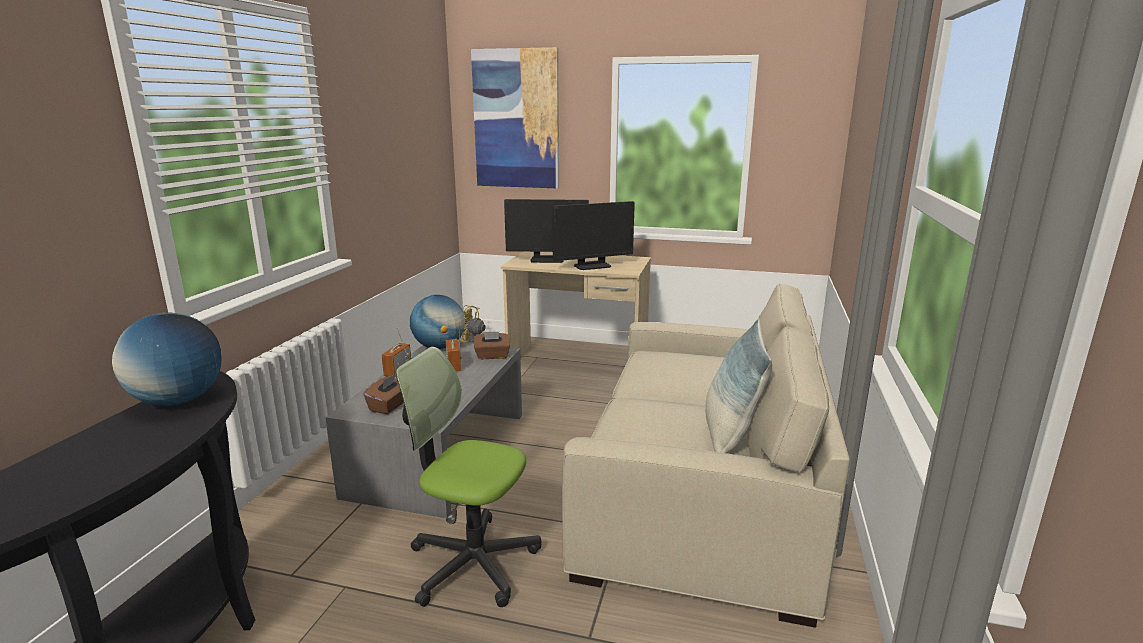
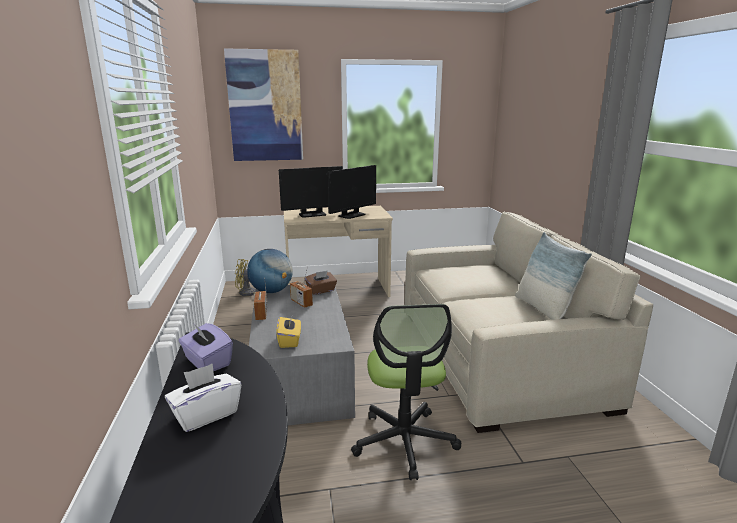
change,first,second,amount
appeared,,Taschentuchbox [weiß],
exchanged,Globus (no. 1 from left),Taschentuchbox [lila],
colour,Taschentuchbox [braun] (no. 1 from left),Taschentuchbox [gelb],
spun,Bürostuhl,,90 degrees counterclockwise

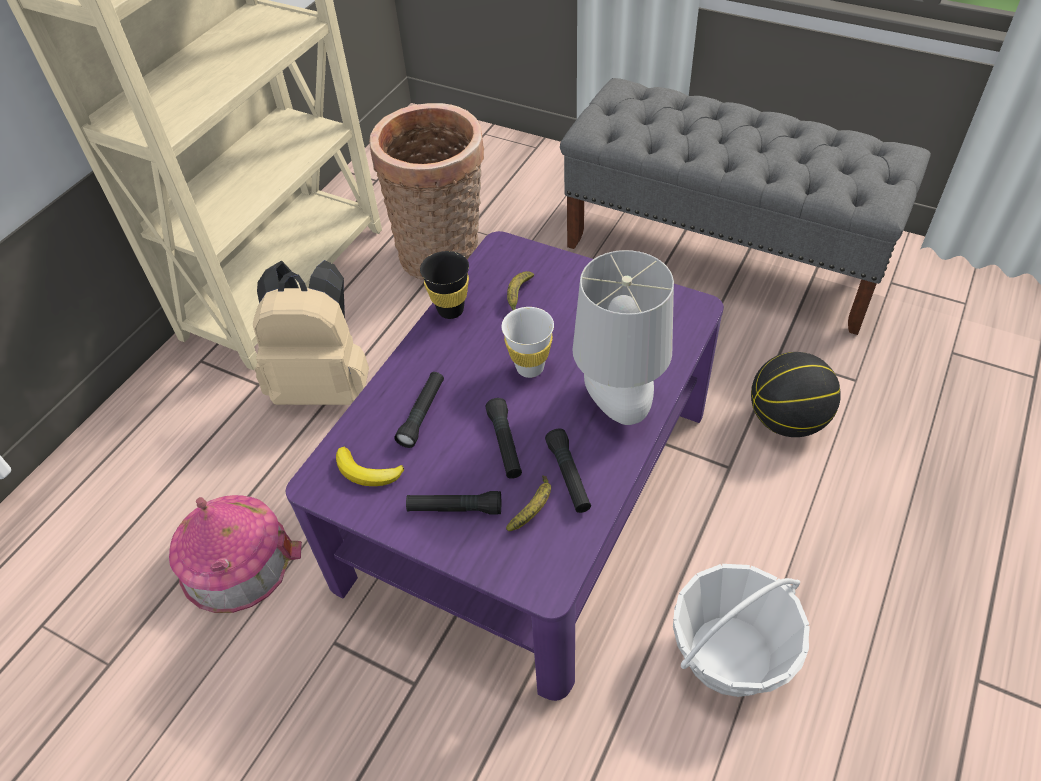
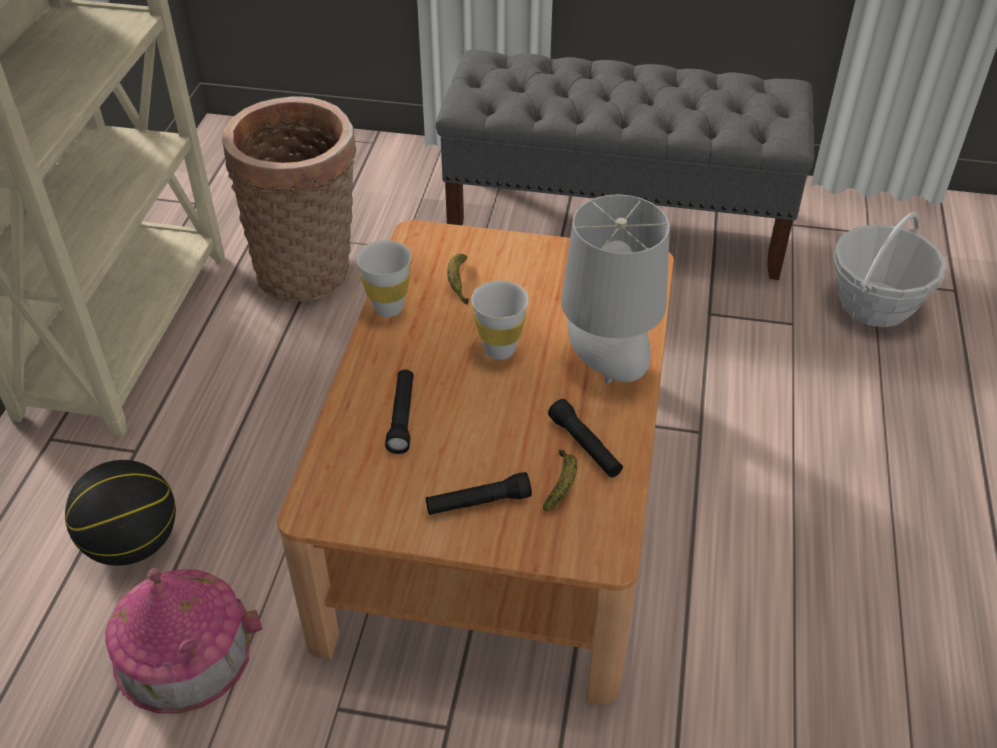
change,first,second,amount
missing,Rucksack [beige],,
missing,Banane (no. 1 from left),,
missing,Taschenlampe [schwarz] (no. 3 from left),,
relocated,Korb (no. 2 from left),,
relocated,Basketball,,
colour,Couchtisch [lila],Couchtisch [braun],
colour,Tasse [schwarz],Tasse [weiß] (no. 1 from left),

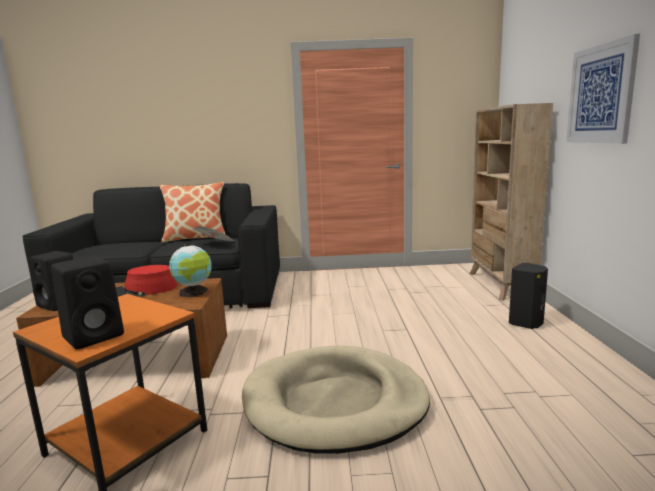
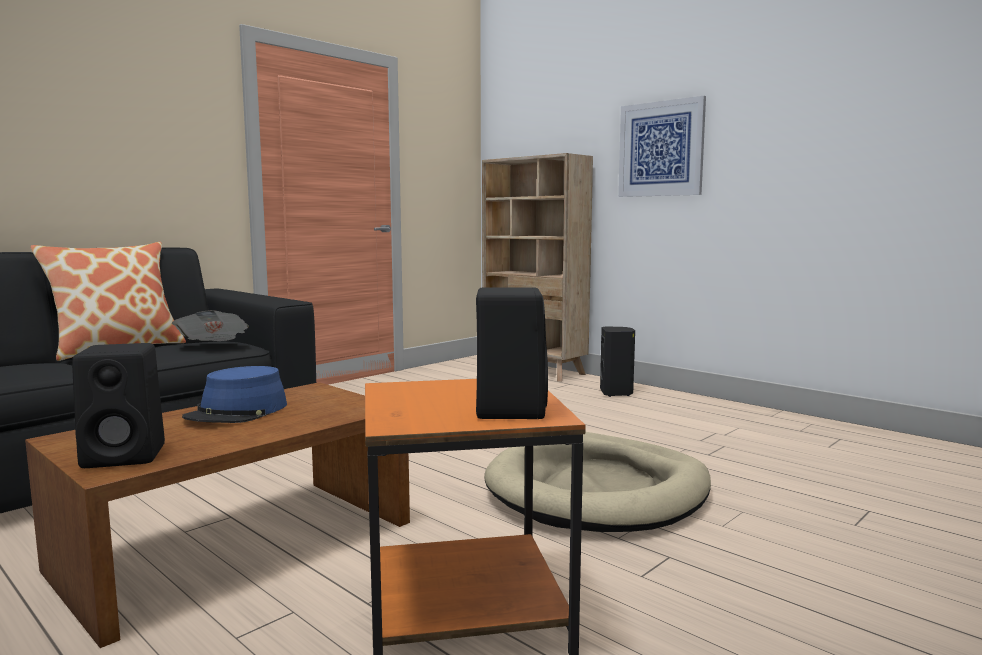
change,first,second,amount
missing,Globus,,
colour,Hut [rot],Hut [blau],

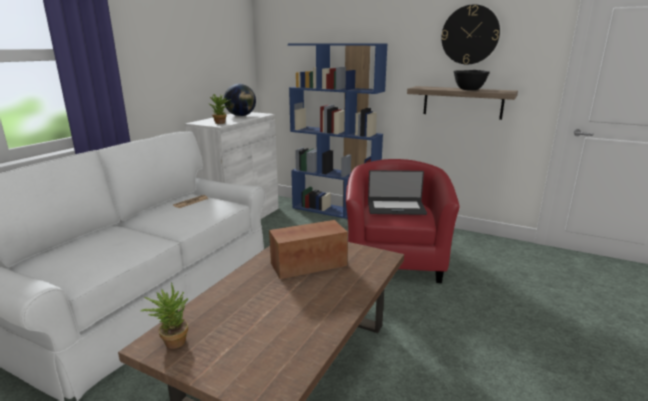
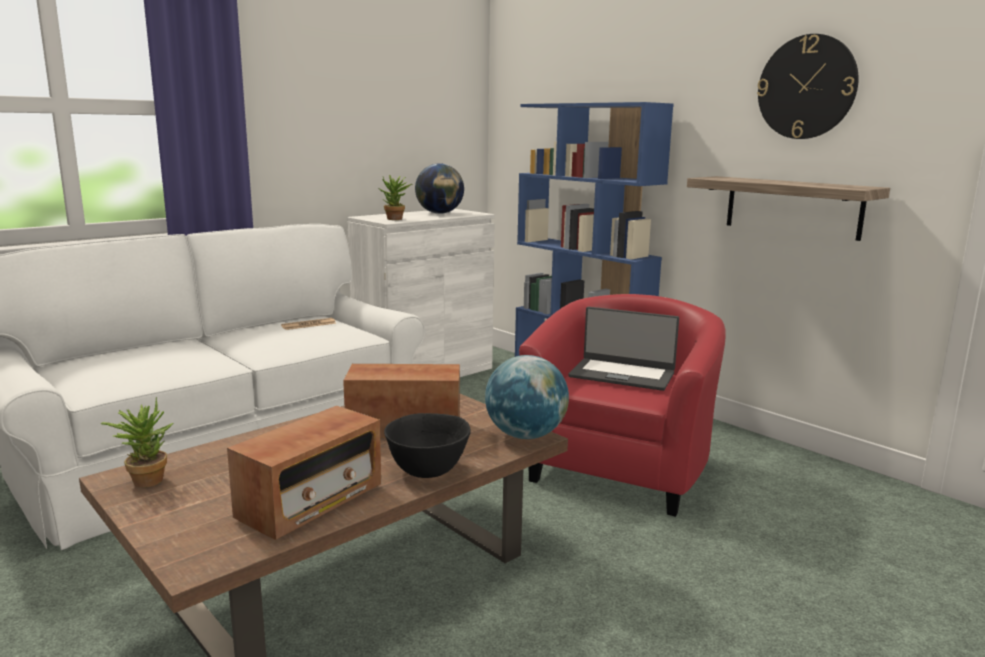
change,first,second,amount
appeared,,Radio (no. 1 from left),
appeared,,Globus (no. 2 from left),
relocated,Schüssel [schwarz],,

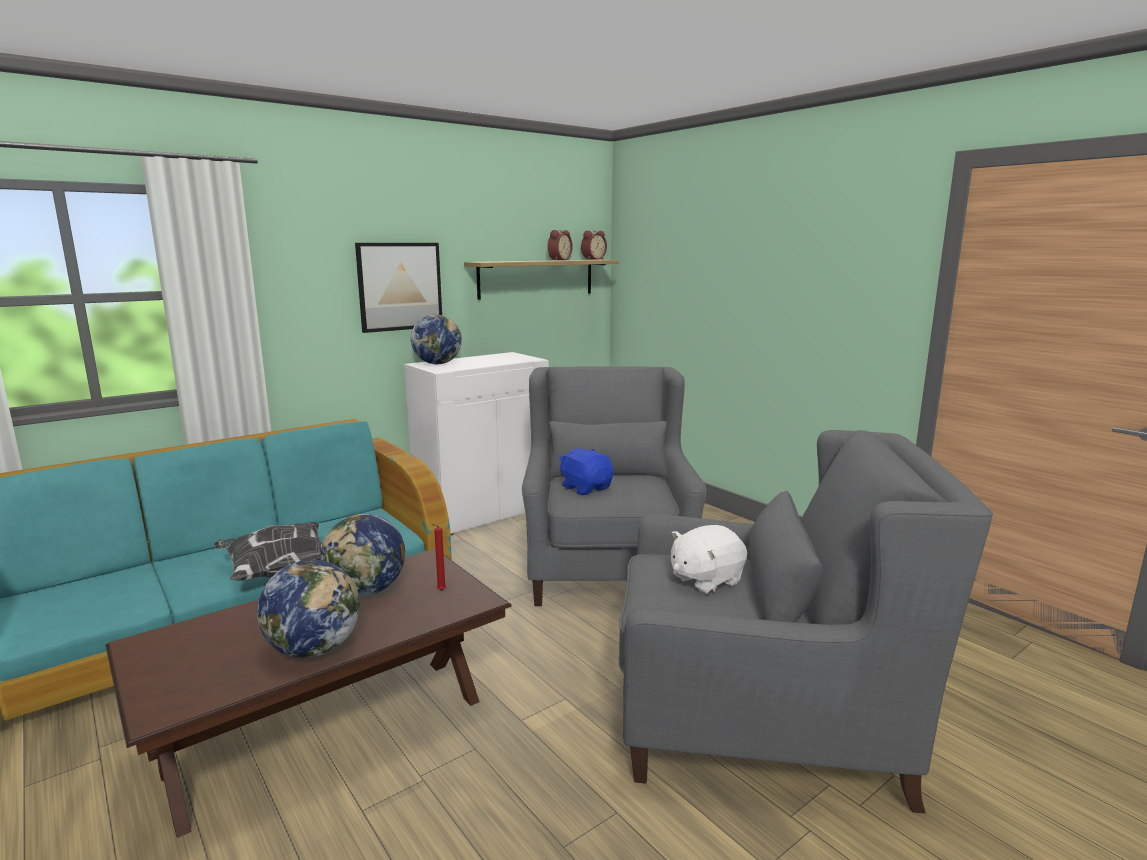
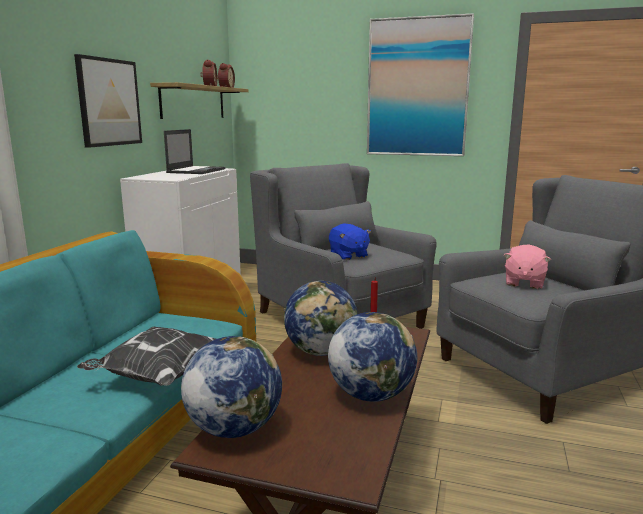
change,first,second,amount
appeared,,Laptop,
appeared,,Bild (no. 2 from left),
relocated,Globus (no. 3 from left in the first image),Globus (no. 1 from left),
colour,Plüschtier [weiß],Plüschtier [rosa],
spun,Plüschtier [blau],,135 degrees counterclockwise

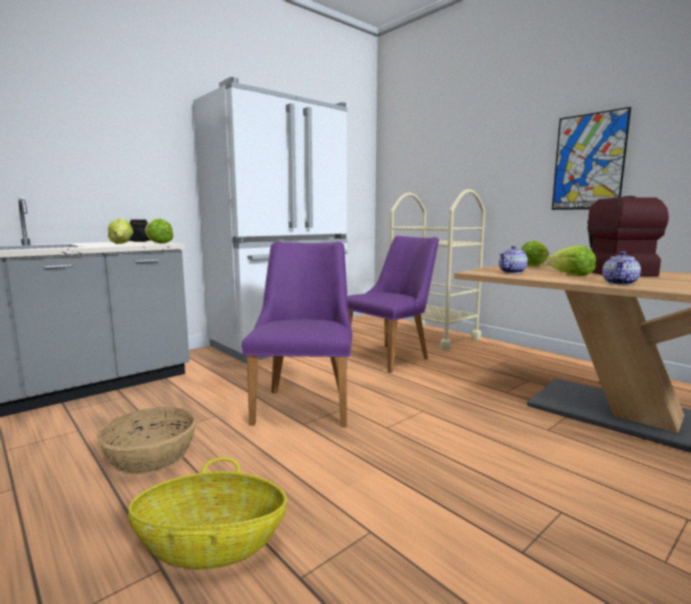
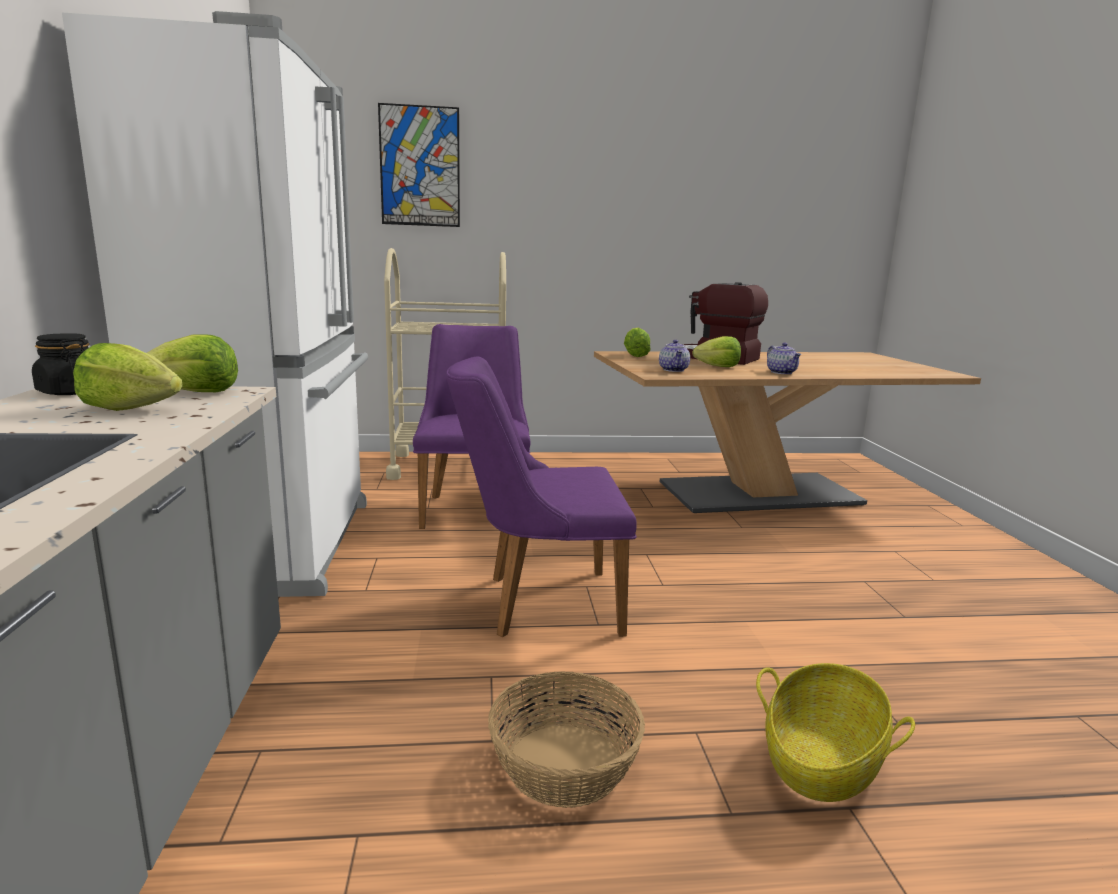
change,first,second,amount
relocated,Bild,,
spun,Stuhl [lila] (no. 1 from left in the first image),Stuhl [lila] (no. 2 from left),45 degrees counterclockwise

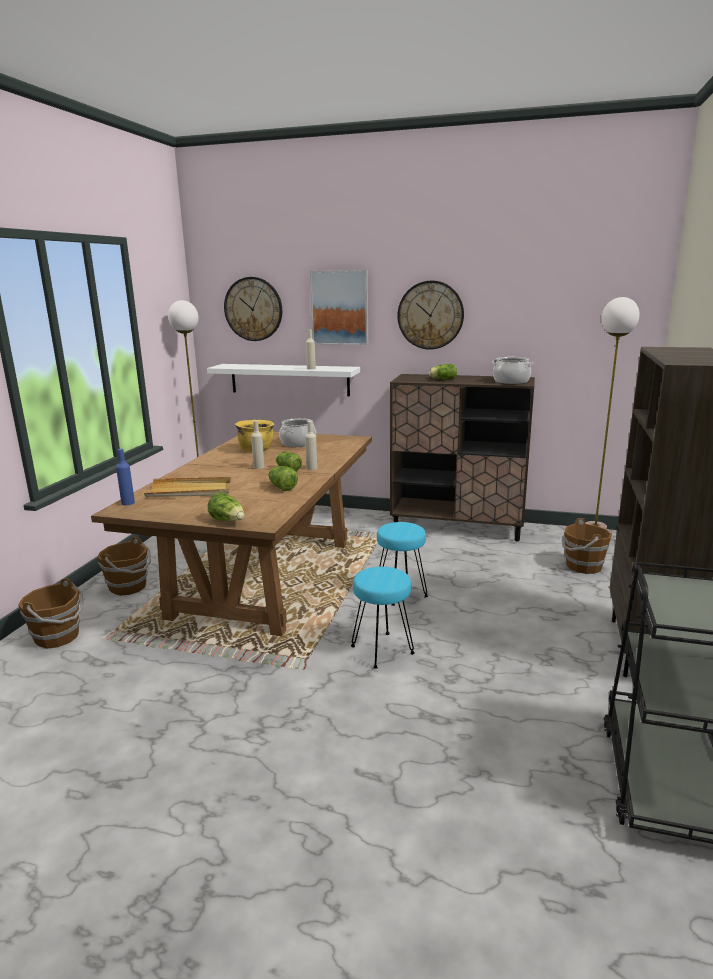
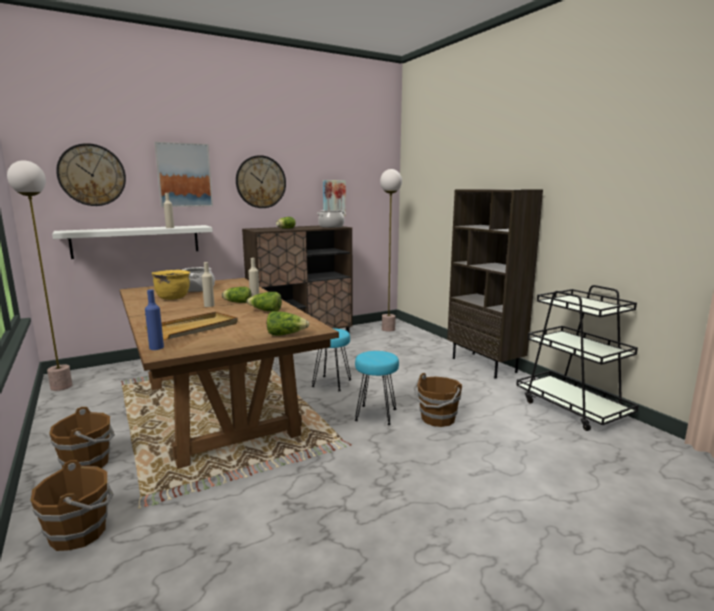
change,first,second,amount
appeared,,Bild (no. 2 from left),
relocated,Eimer [braun] (no. 3 from left),,

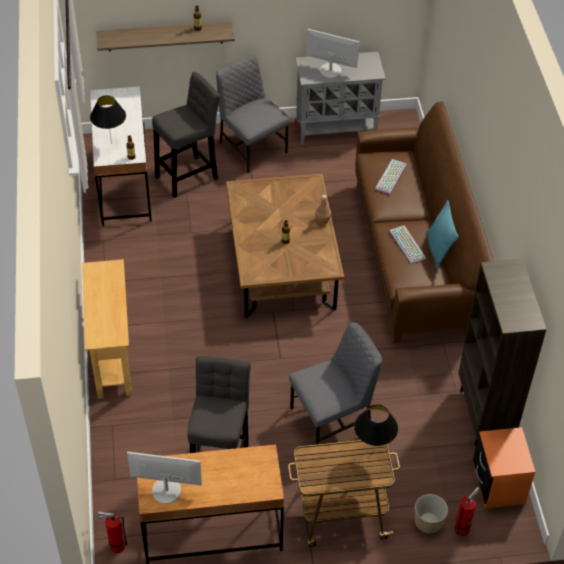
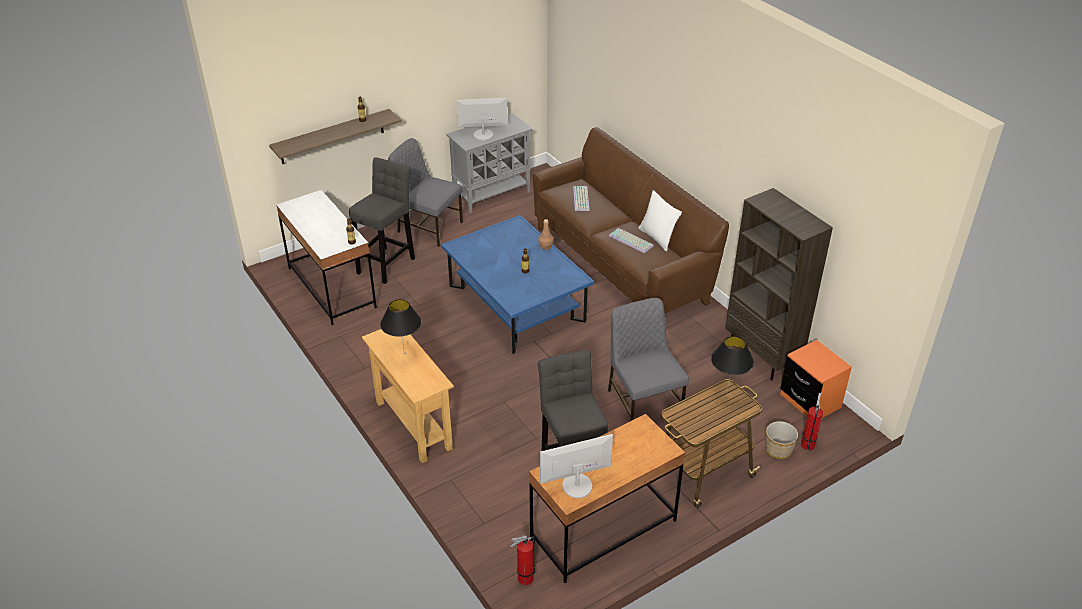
change,first,second,amount
relocated,Tischlampe [schwarz] (no. 1 from left),,
colour,Couchtisch [braun],Couchtisch [blau],
colour,Kissen [türkis],Kissen [weiß],
spun,Stuhl [grau] (no. 2 from left),,60 degrees counterclockwise

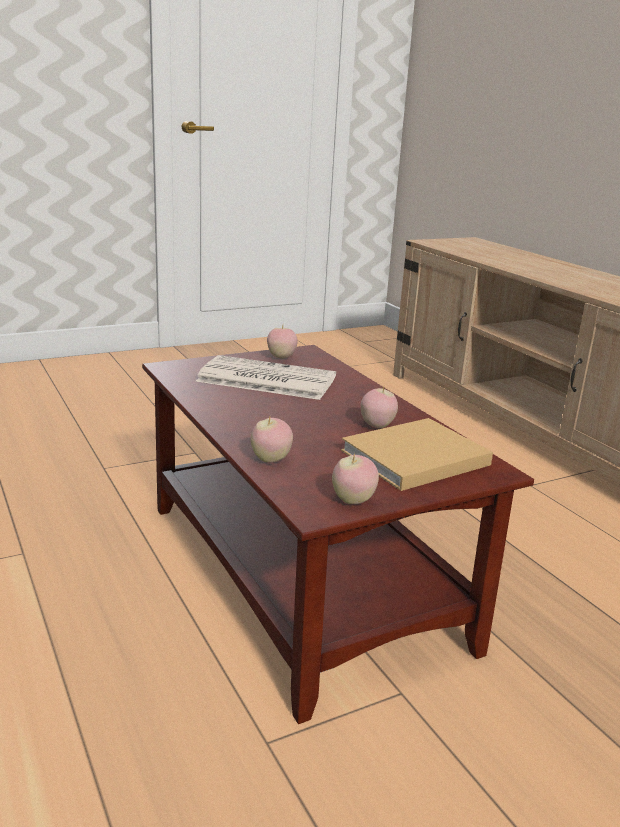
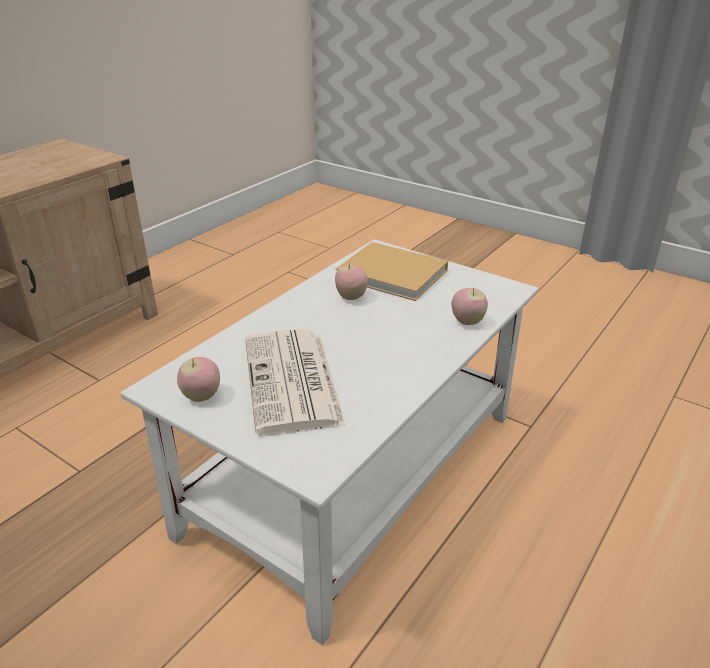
change,first,second,amount
missing,Apfel (no. 3 from left),,
colour,Couchtisch [braun],Couchtisch [weiß],

